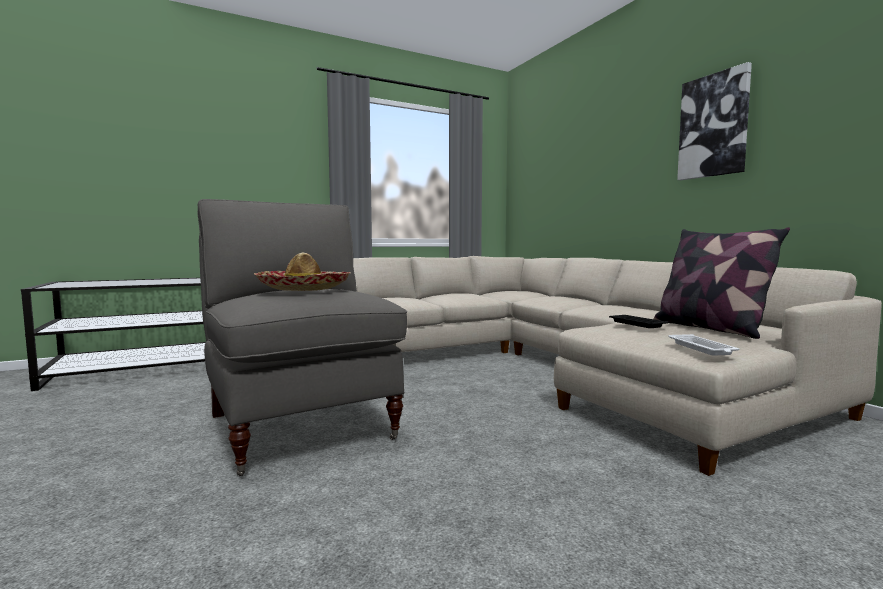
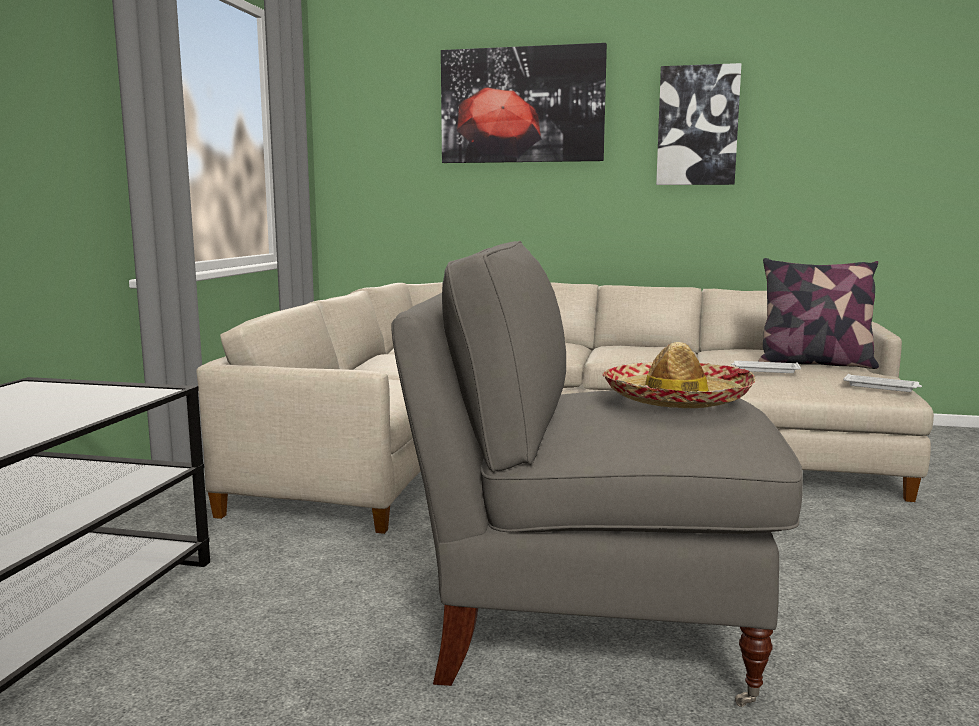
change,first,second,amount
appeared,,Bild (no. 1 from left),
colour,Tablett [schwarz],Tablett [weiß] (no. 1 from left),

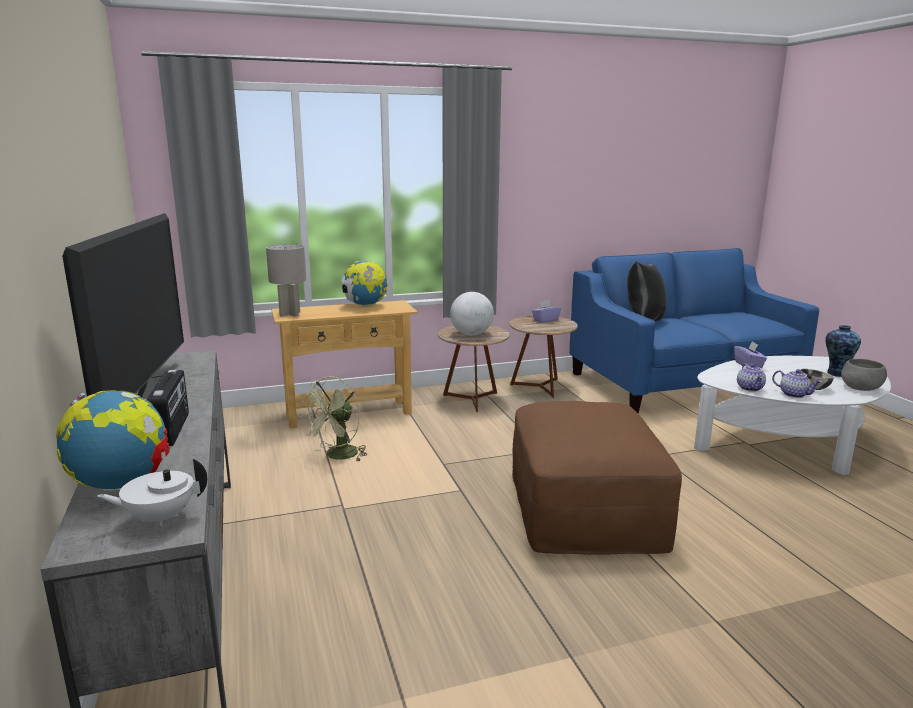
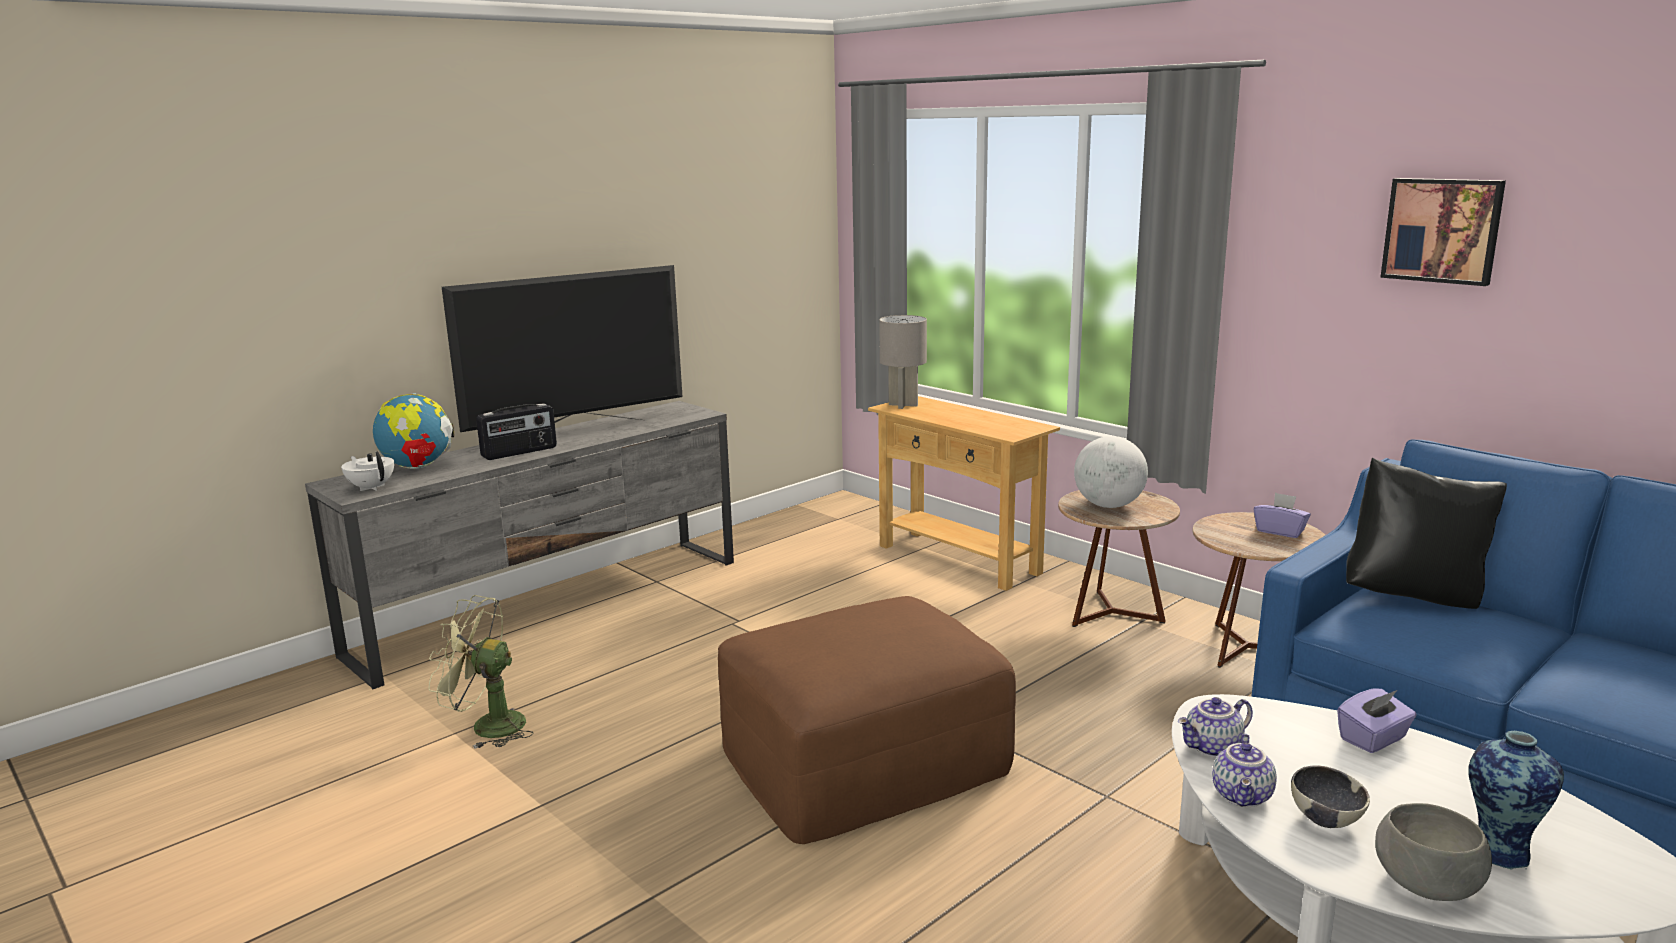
change,first,second,amount
missing,Globus (no. 2 from left),,
appeared,,Bild,
relocated,Ventilator [grün],,

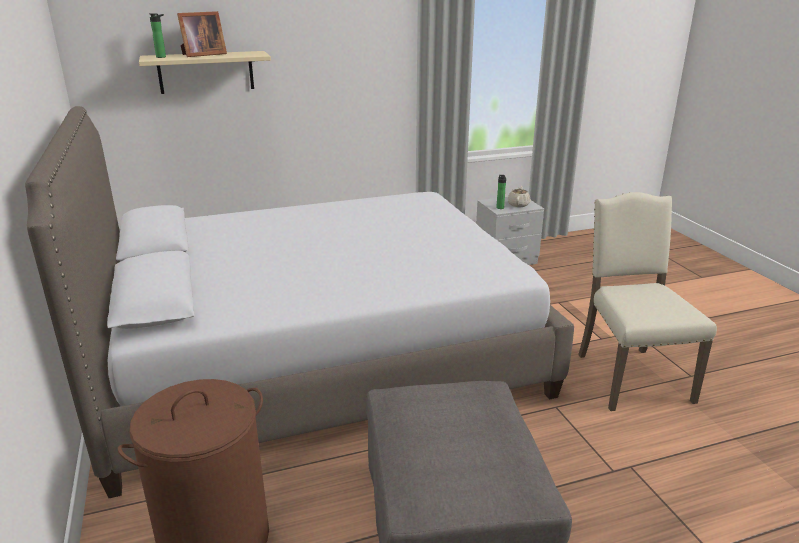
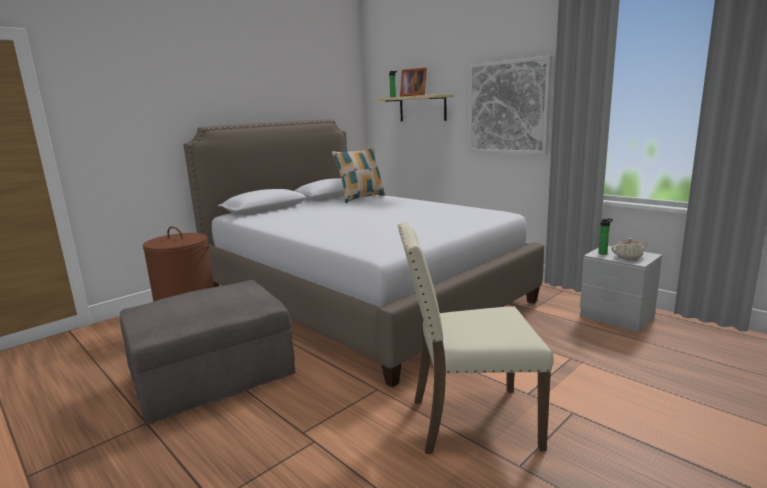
change,first,second,amount
appeared,,Kissen,
appeared,,Bild,
spun,Stuhl [beige],,150 degrees counterclockwise

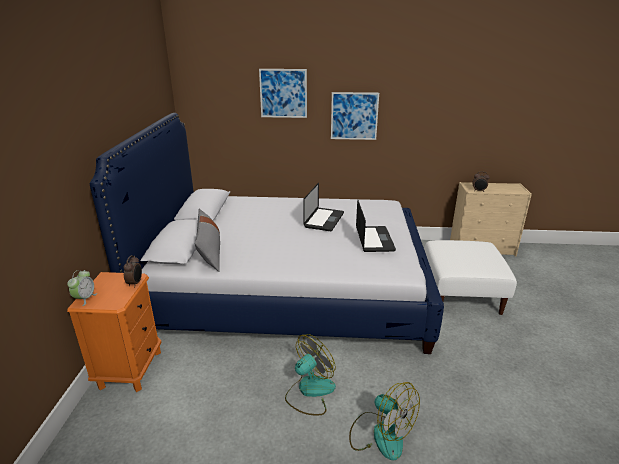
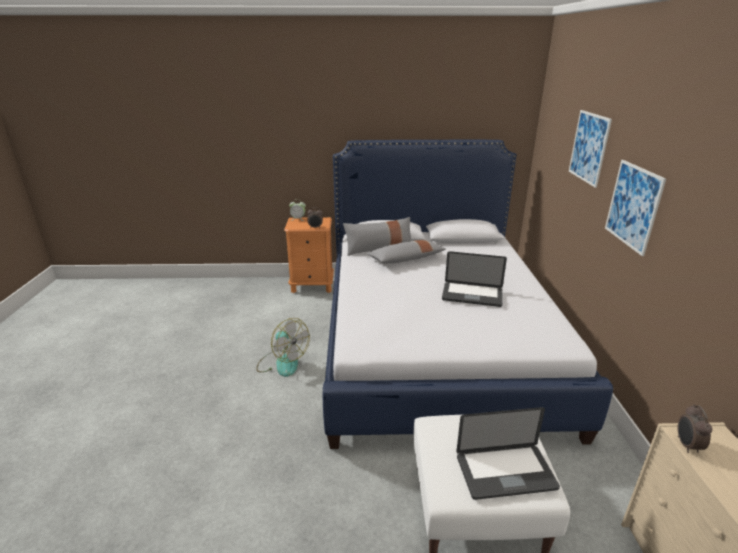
change,first,second,amount
missing,Ventilator (no. 2 from left),,
appeared,,Kissen [grau] (no. 2 from left),
relocated,Laptop (no. 2 from left),,

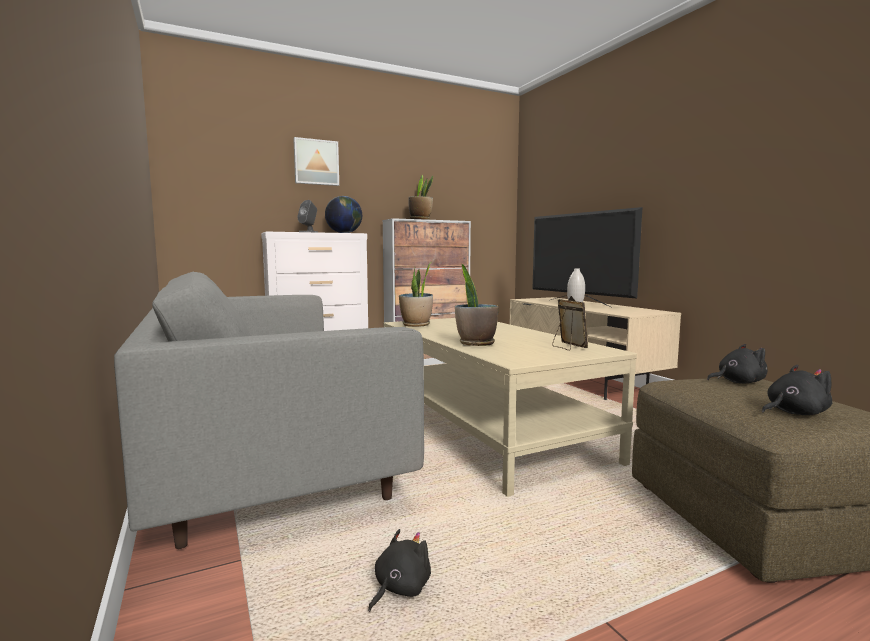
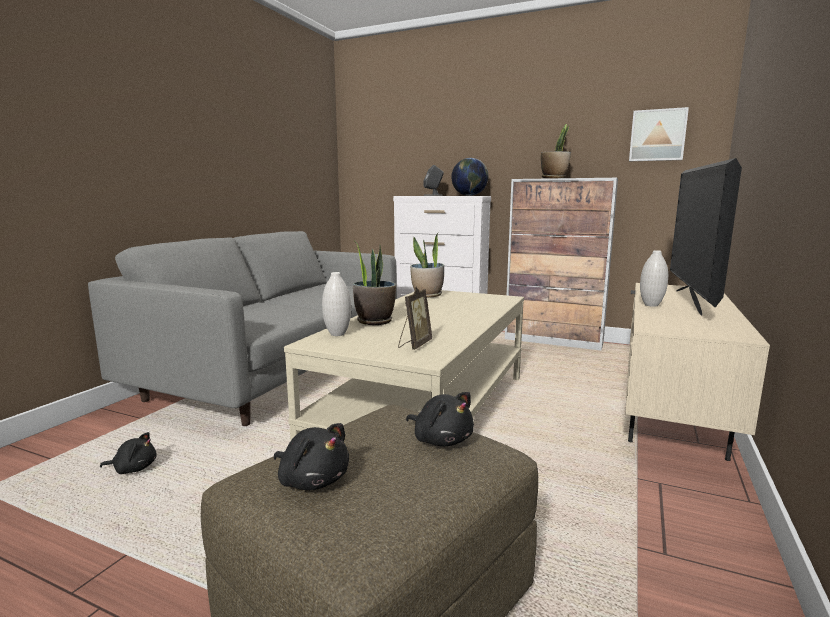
change,first,second,amount
appeared,,Vase [weiß] (no. 1 from left),
relocated,Bild,,

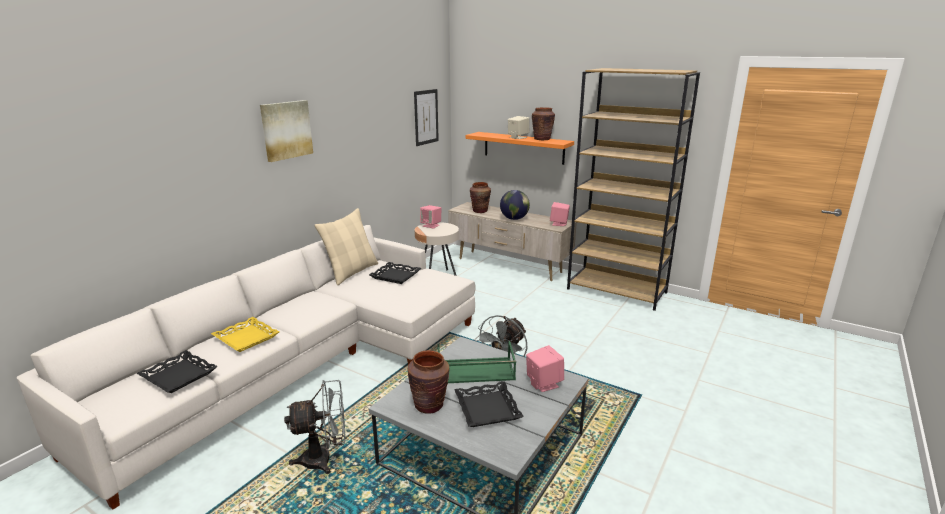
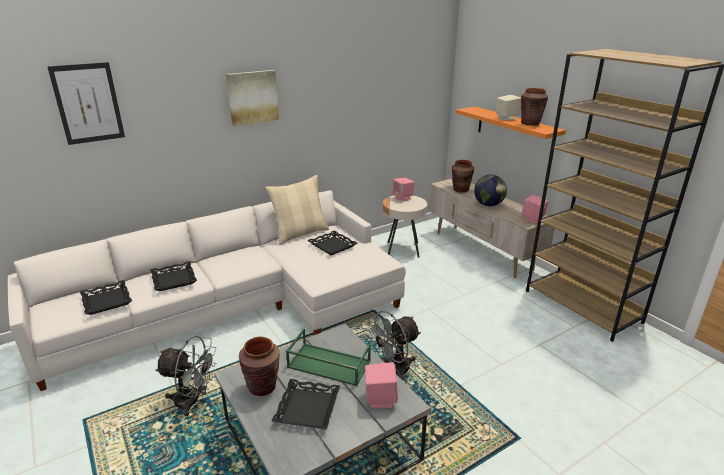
change,first,second,amount
relocated,Bild (no. 2 from left in the first image),Bild (no. 1 from left),
colour,Tablett [gelb],Tablett [schwarz] (no. 2 from left),

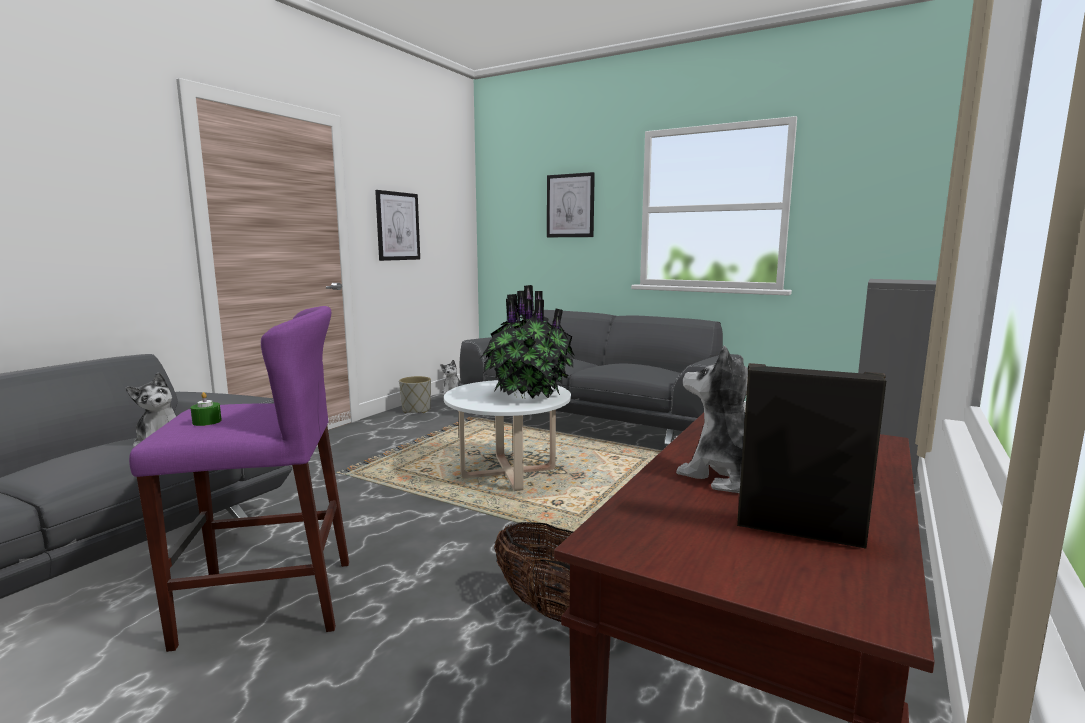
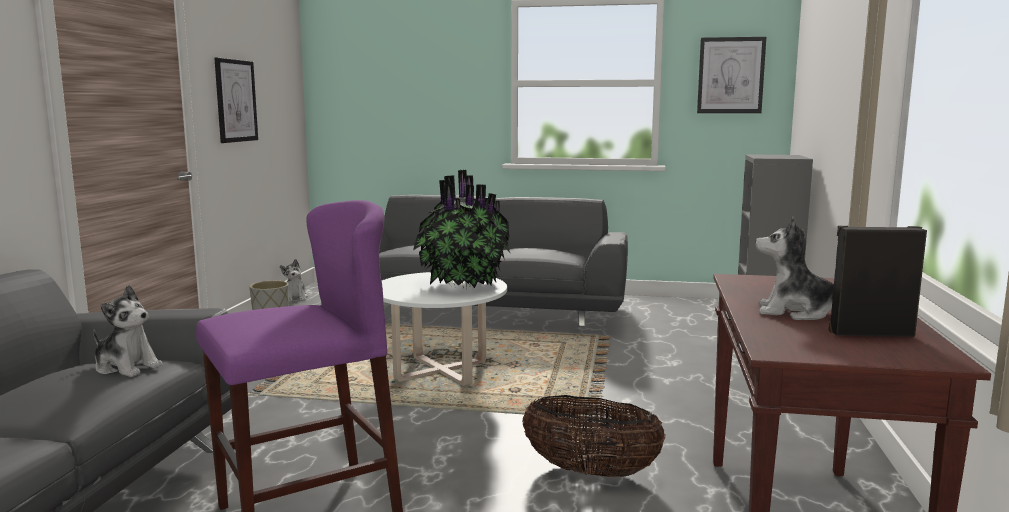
change,first,second,amount
missing,Kerze [grün],,
relocated,Bild (no. 2 from left),,

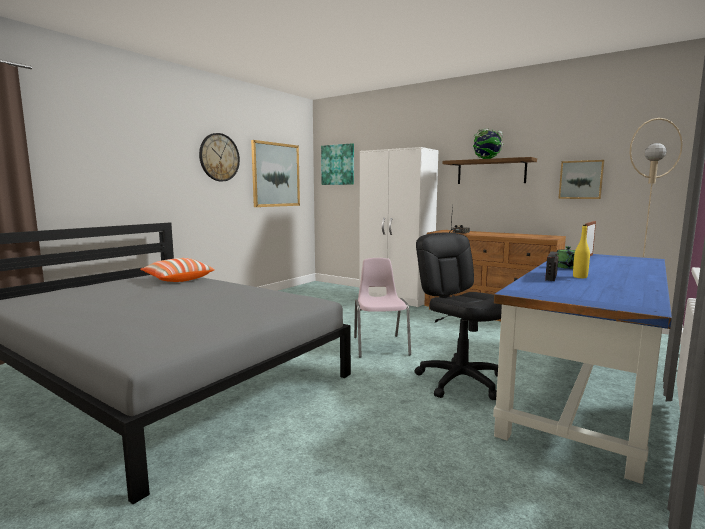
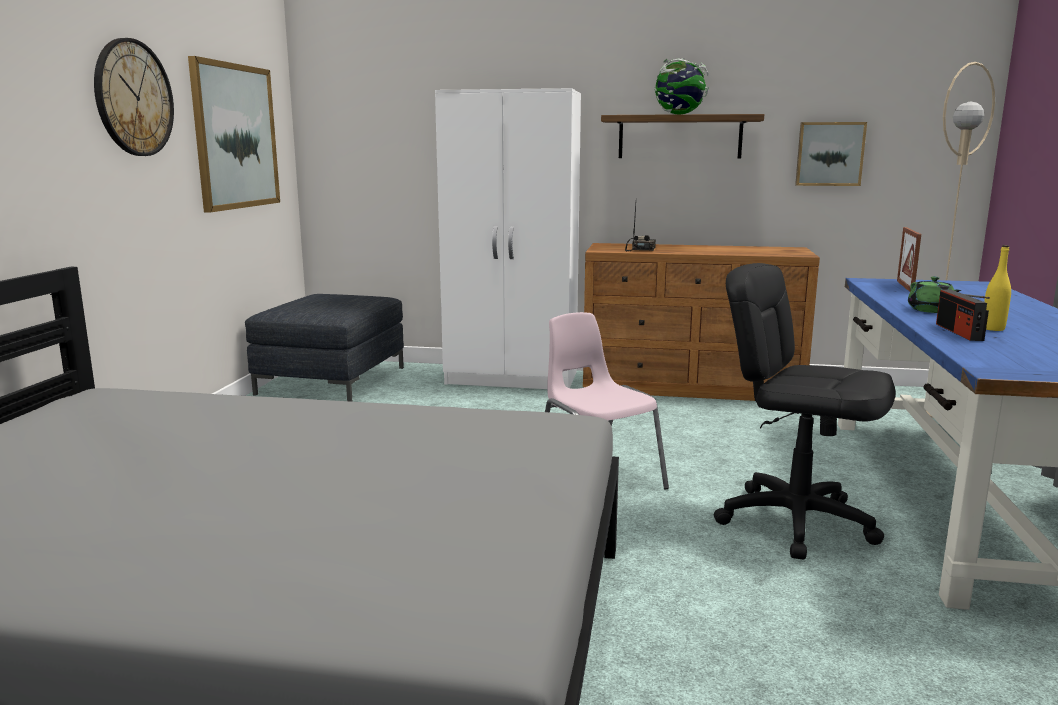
change,first,second,amount
missing,Kissen,,
missing,Bild (no. 2 from left),,
appeared,,Polsterhocker [grau],

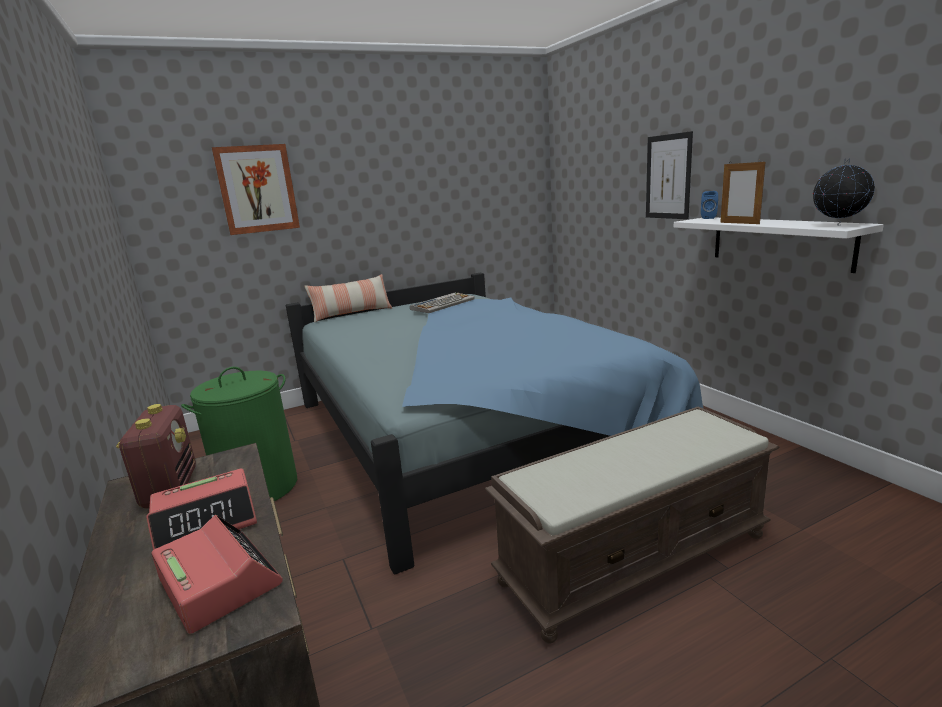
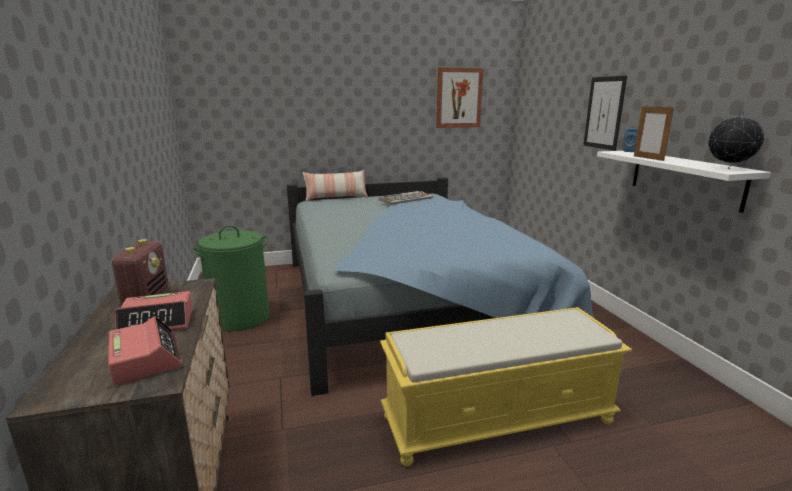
change,first,second,amount
relocated,Bild (no. 1 from left),,
colour,Bank [braun],Bank [gelb],

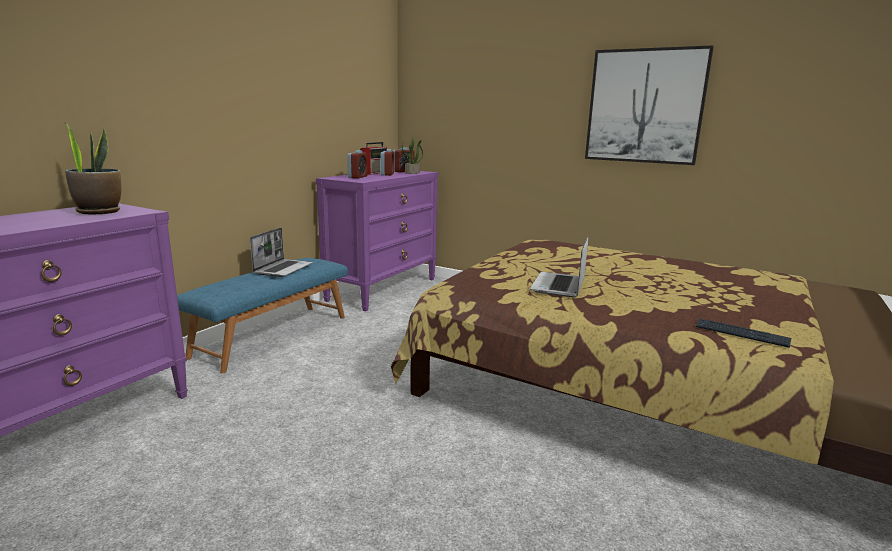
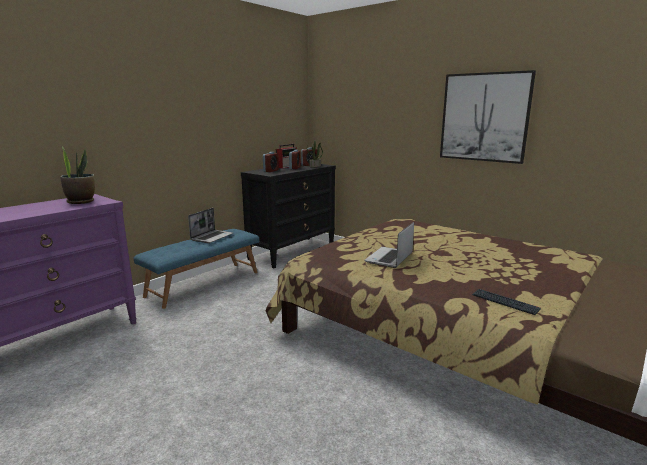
change,first,second,amount
colour,Kommode [lila] (no. 2 from left),Kommode [schwarz],

